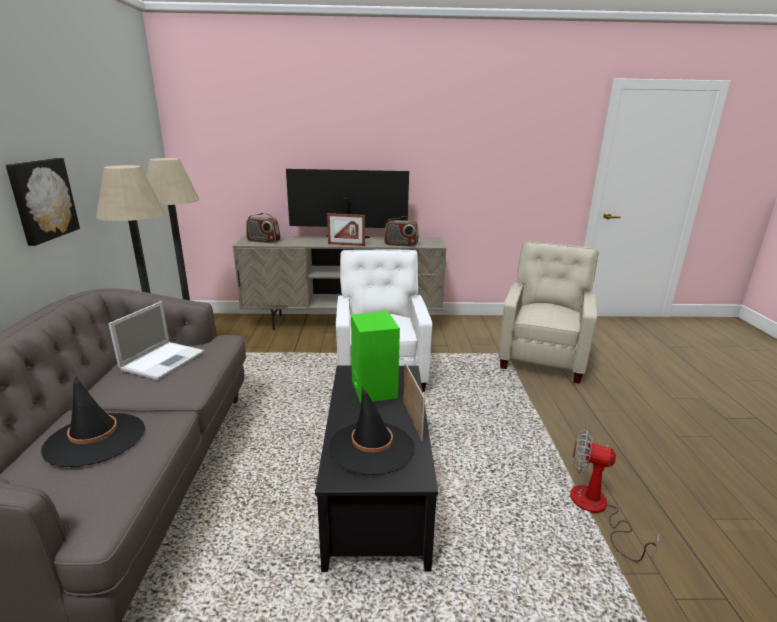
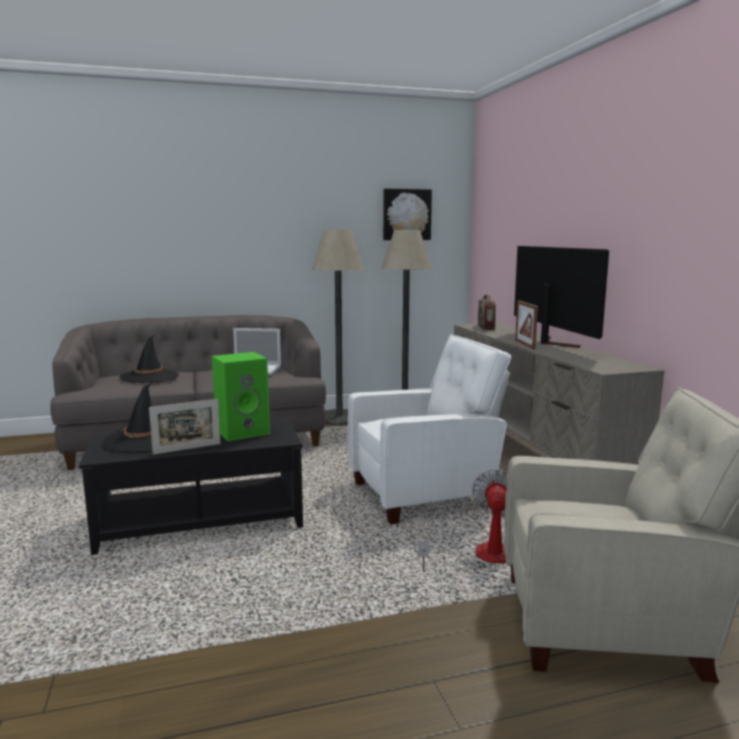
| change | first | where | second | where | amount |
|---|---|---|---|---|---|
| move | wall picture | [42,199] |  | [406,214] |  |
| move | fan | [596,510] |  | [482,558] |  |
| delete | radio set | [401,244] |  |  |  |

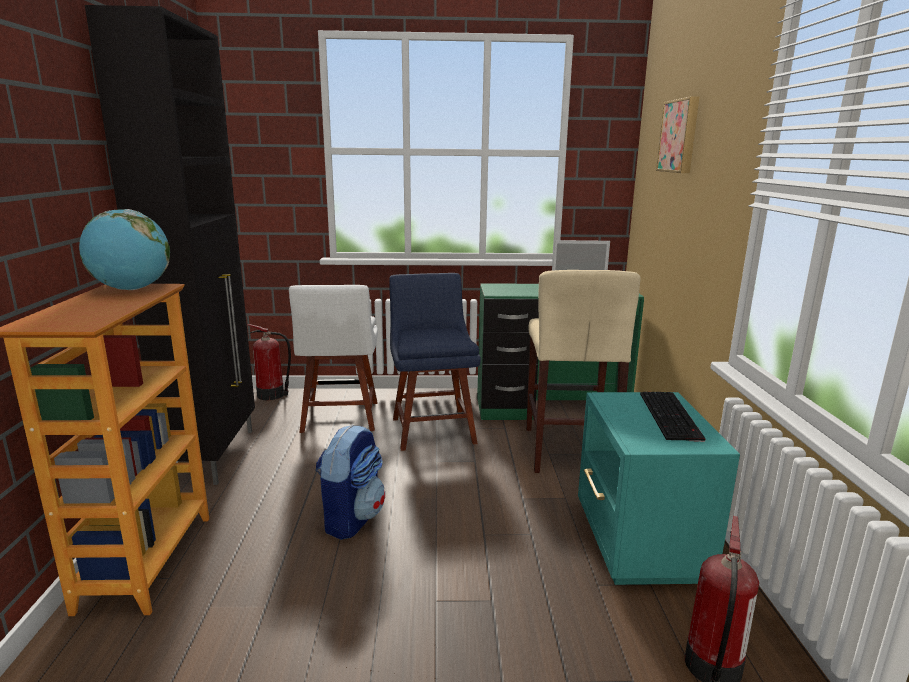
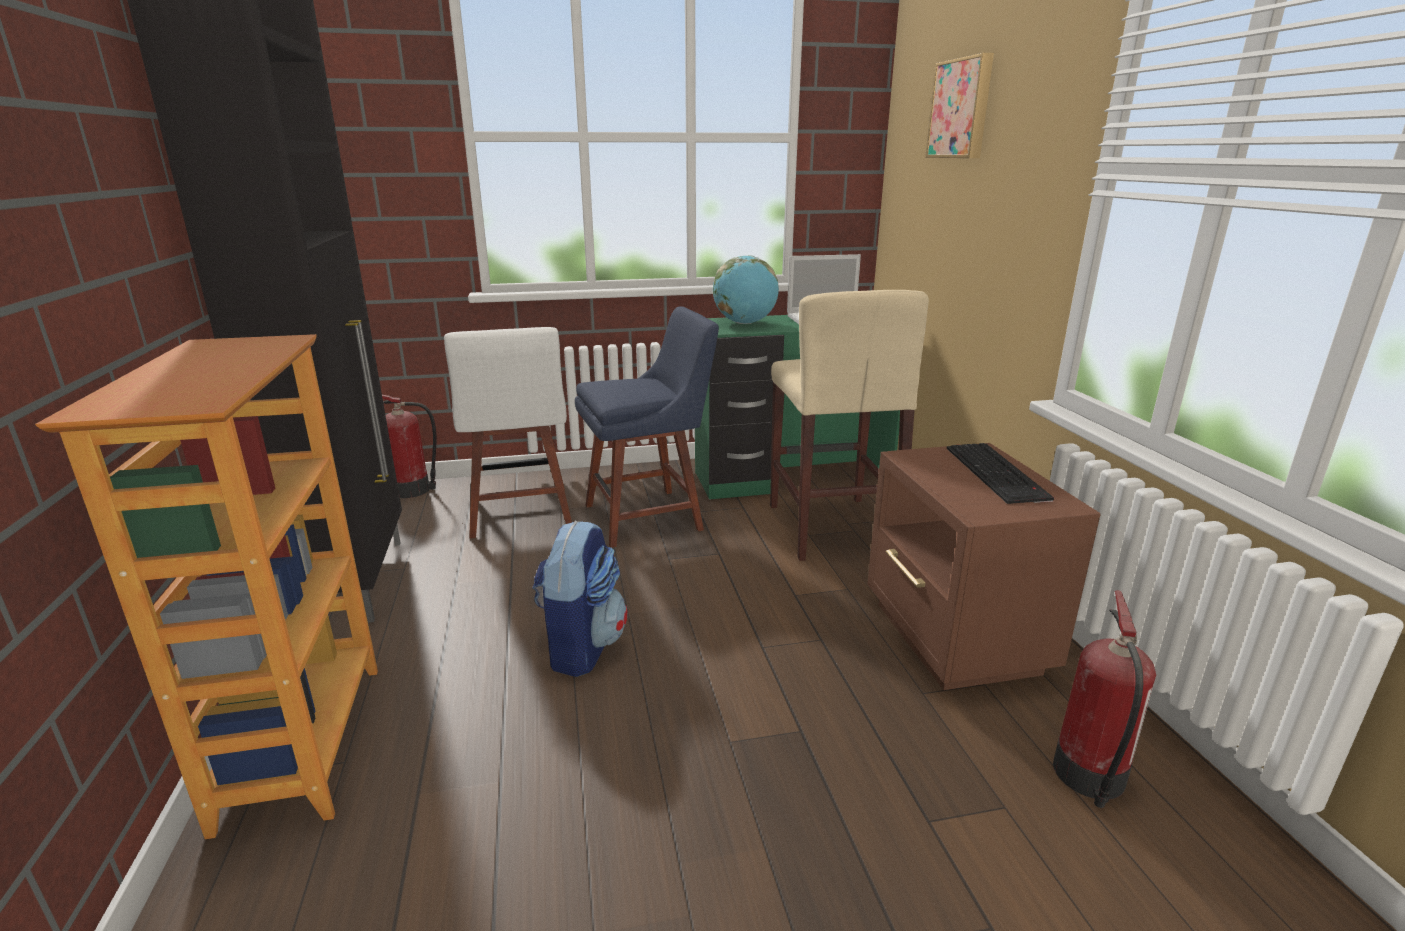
| change | first | where | second | where | amount |
|---|---|---|---|---|---|
| rotate | upright chair (blue) | [432,428] |  | [649,516] | 90 degrees clockwise |
| move | globe | [132,289] |  | [745,323] |  |
| recolor | nightstand (turquoise) | [637,546] | nightstand (brown-coloured) | [954,639] |  |

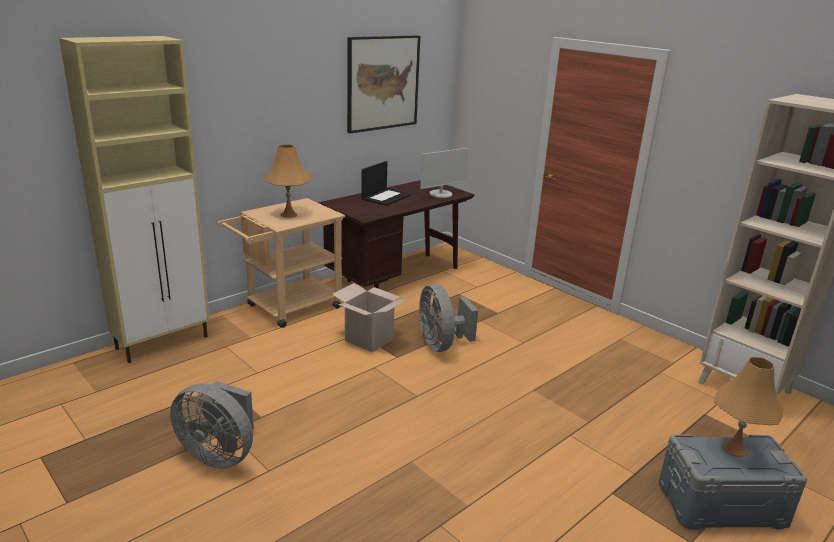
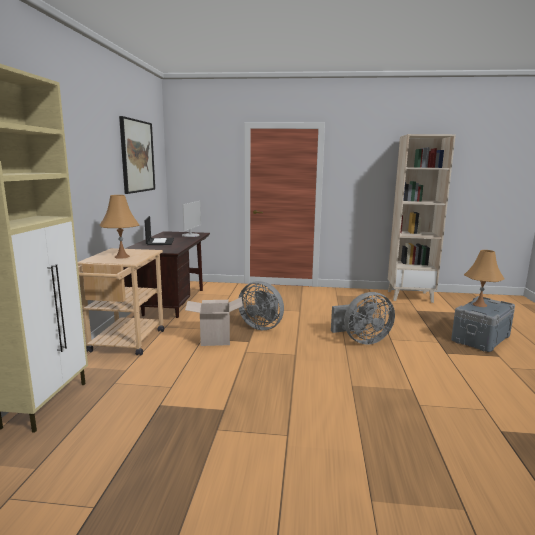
| change | first | where | second | where | amount |
|---|---|---|---|---|---|
| move | fan (grey) | [220,454] |  | [362,340] |  |

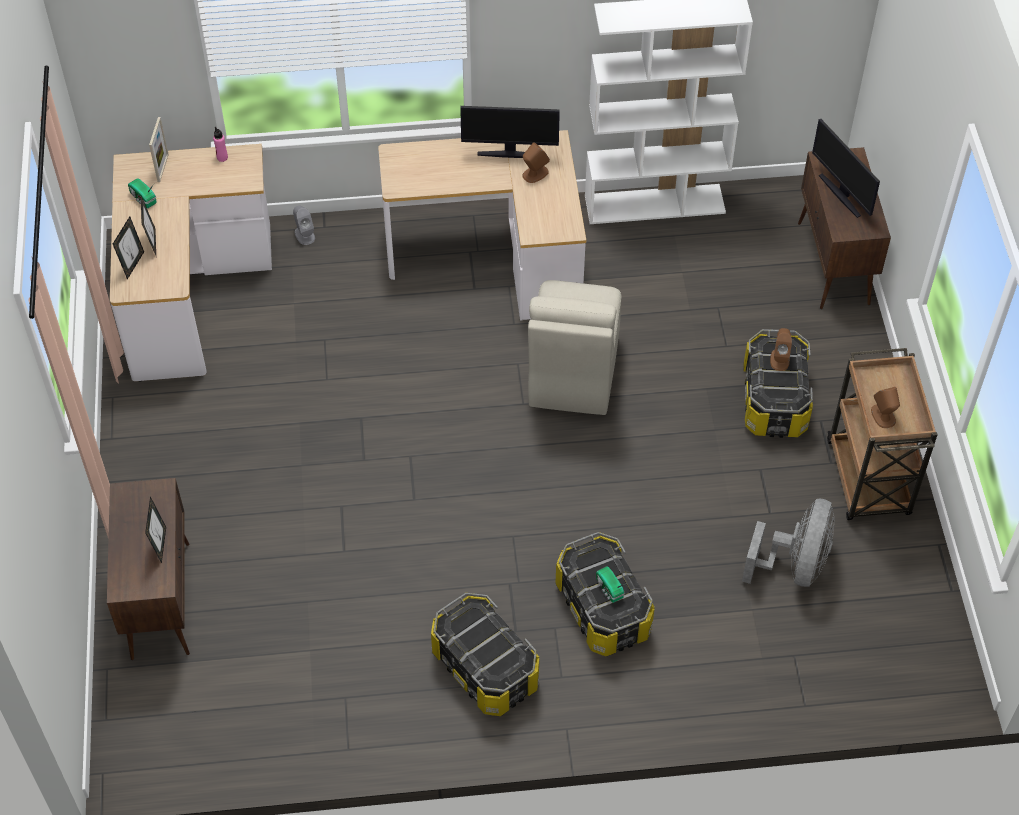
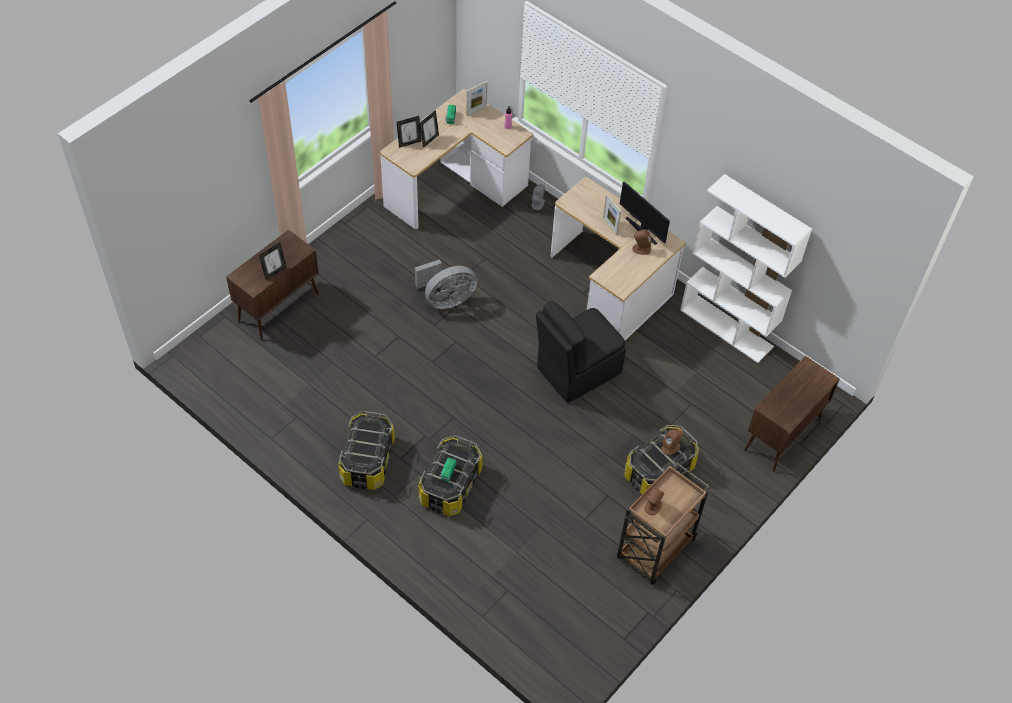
| change | first | where | second | where | amount |
|---|---|---|---|---|---|
| move | fan (grey) | [794,565] |  | [446,299] |  |
| recolor | upright chair (sand-coloured) | [572,374] | upright chair (black-coloured) | [576,371] |  |
| insert |  |  | photo frame | [610,226] |  |
| delete | computer display | [841,195] |  |  |  |

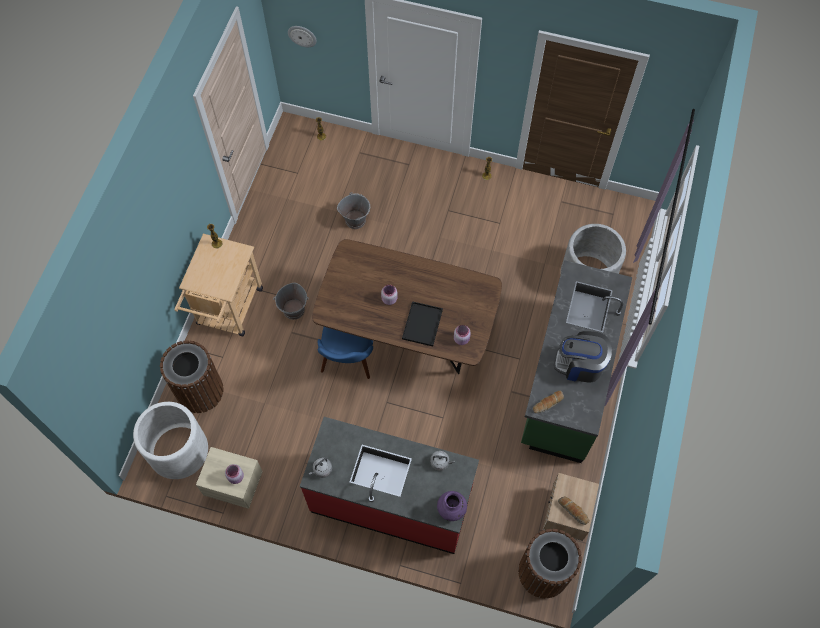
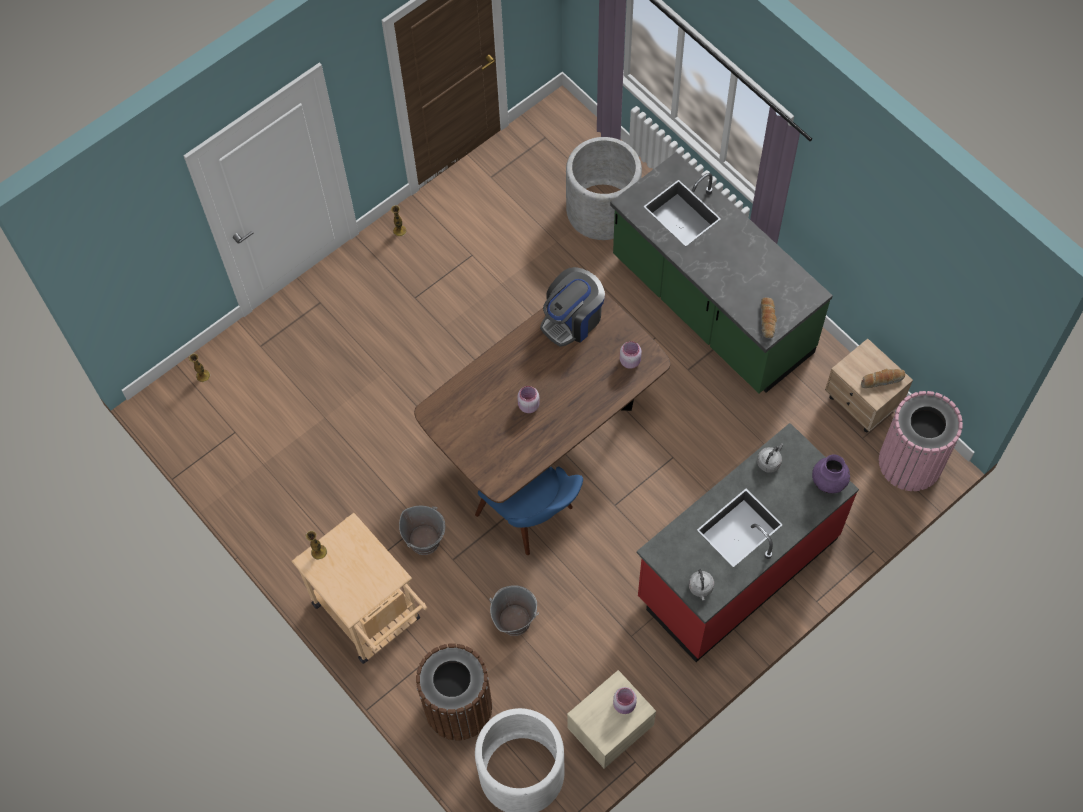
| change | first | where | second | where | amount |
|---|---|---|---|---|---|
| move | water bucket (grey) | [355,220] |  | [514,620] |  |
| move | coffee brewer | [580,365] |  | [572,319] |  |
| recolor | trash can (brown-coloured) | [543,572] | trash can (pinkish) | [910,462] |  |
| delete | wall clock | [302,35] |  |  |  |
| delete | serving tray (black-coloured) | [422,325] |  |  |  |

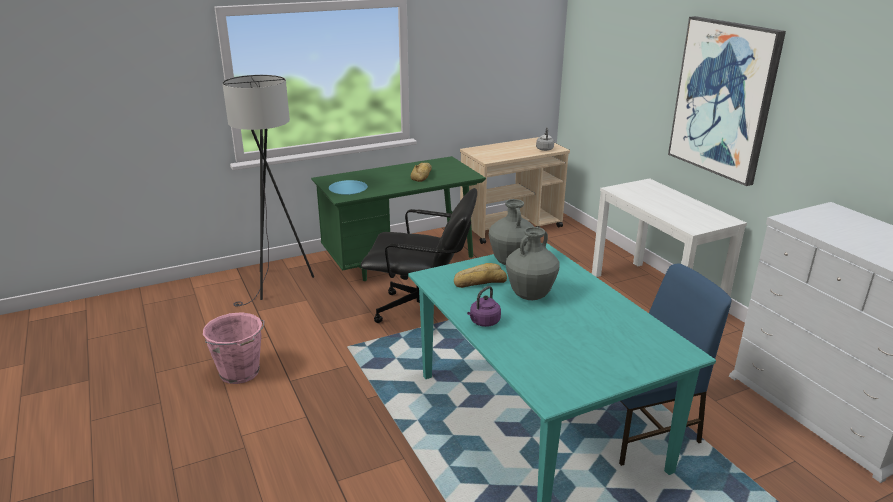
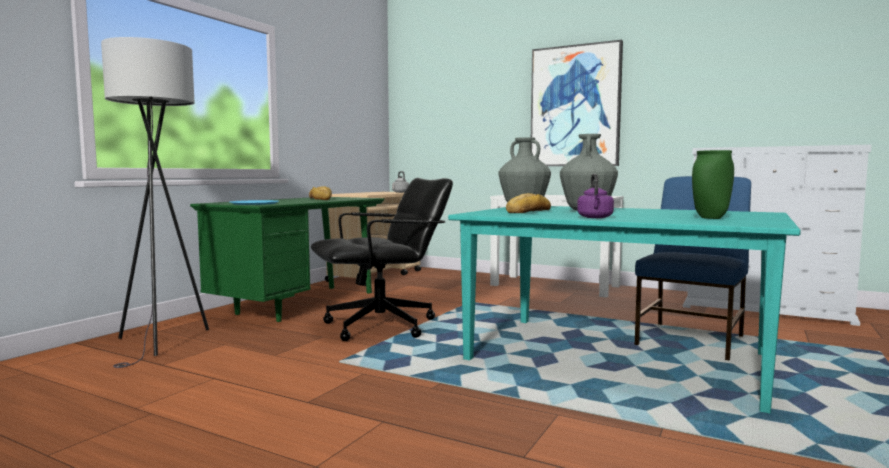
| change | first | where | second | where | amount |
|---|---|---|---|---|---|
| insert |  |  | vase (green-coloured) | [711,218] |  |
| delete | water bucket (pinkish) | [240,373] |  |  |  |

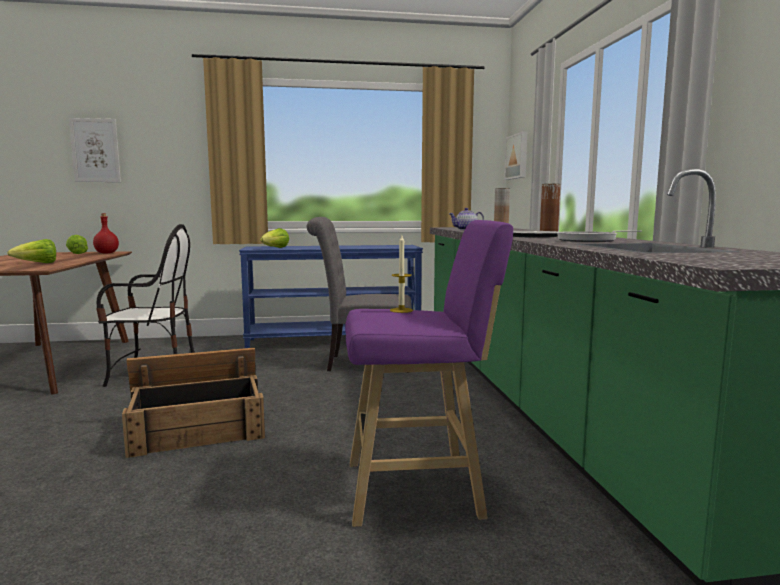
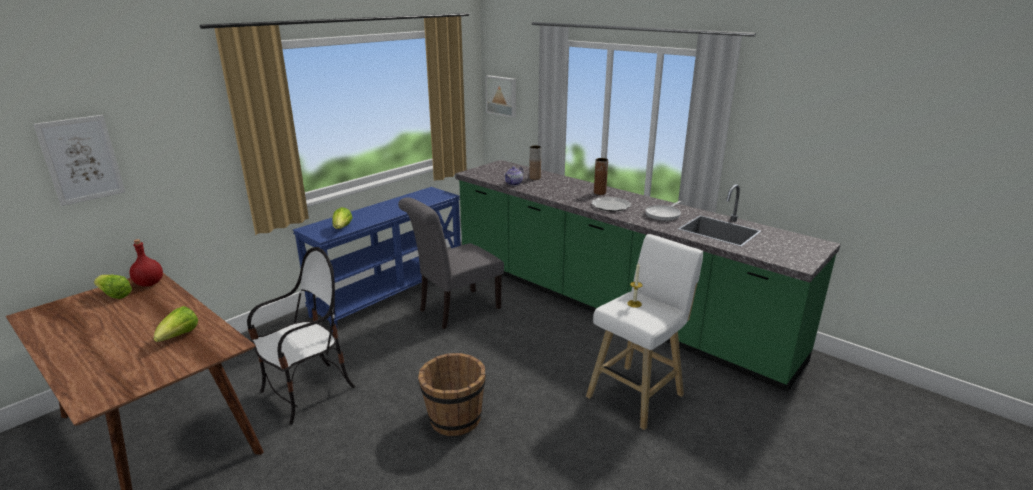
| change | first | where | second | where | amount |
|---|---|---|---|---|---|
| replace | packing crate | [198,427] | water bucket (brown-coloured) | [454,419] |  |
| recolor | stool (purplish) | [420,489] | stool (white-coloured) | [637,394] |  |

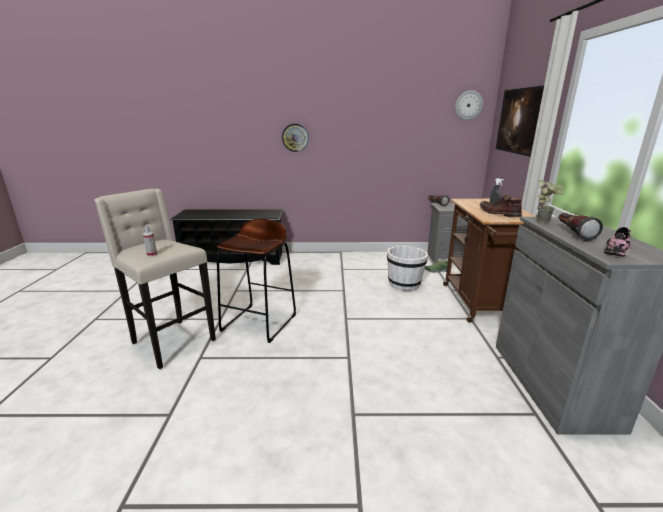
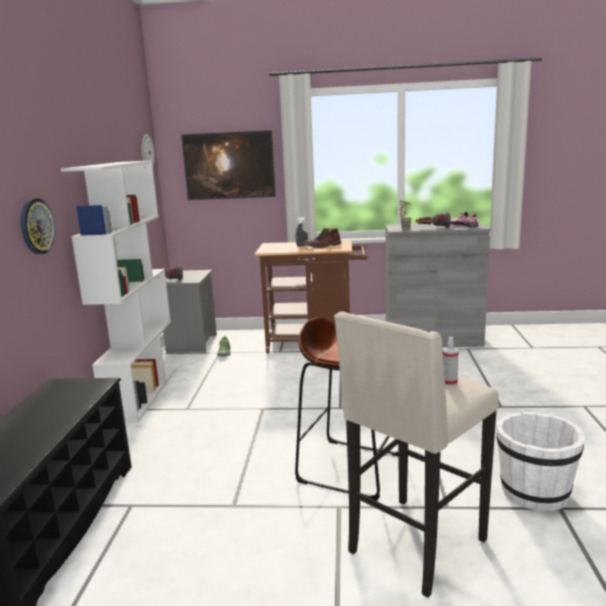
| change | first | where | second | where | amount |
|---|---|---|---|---|---|
| insert |  |  | shelving unit (white-coloured) | [142,393] |  |
| move | water bucket (white-coloured) | [404,284] |  | [534,492] |  |

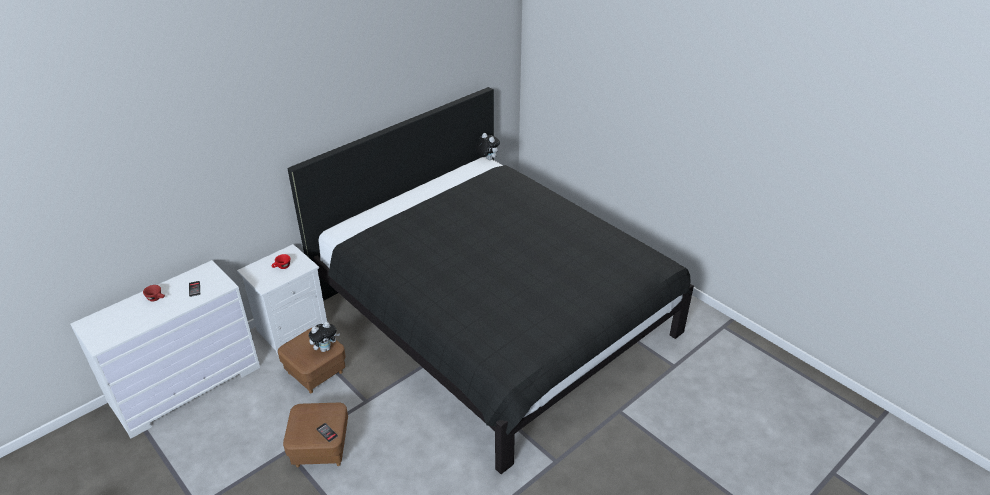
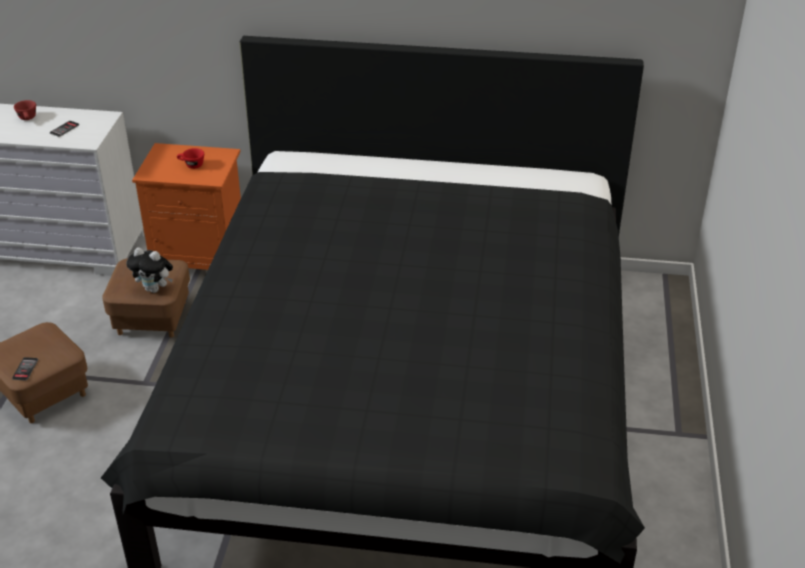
| change | first | where | second | where | amount |
|---|---|---|---|---|---|
| recolor | nightstand (white-coloured) | [292,328] | nightstand (orange) | [202,259] |  |
| delete | soft toy | [487,159] |  |  |  |

